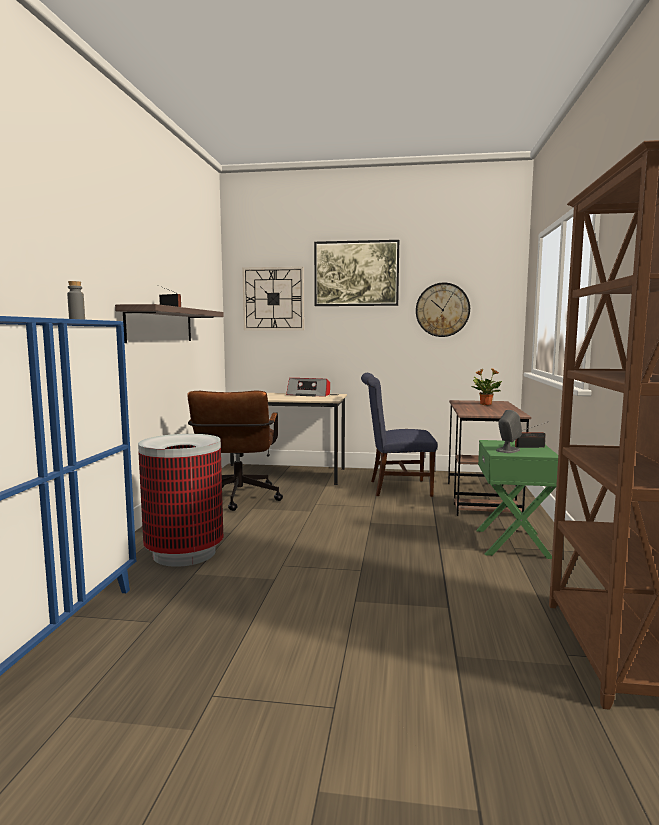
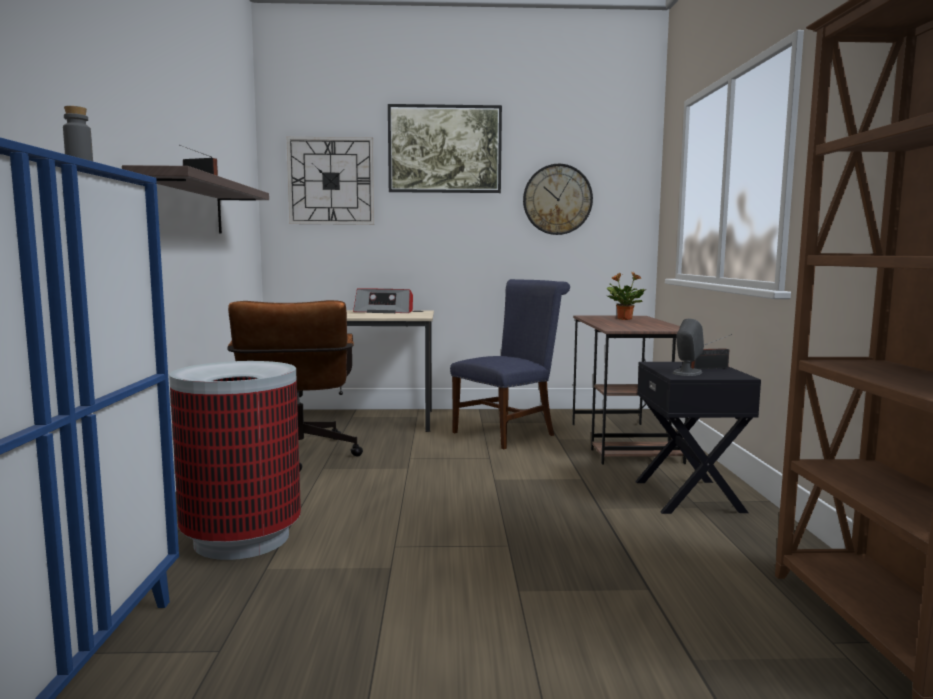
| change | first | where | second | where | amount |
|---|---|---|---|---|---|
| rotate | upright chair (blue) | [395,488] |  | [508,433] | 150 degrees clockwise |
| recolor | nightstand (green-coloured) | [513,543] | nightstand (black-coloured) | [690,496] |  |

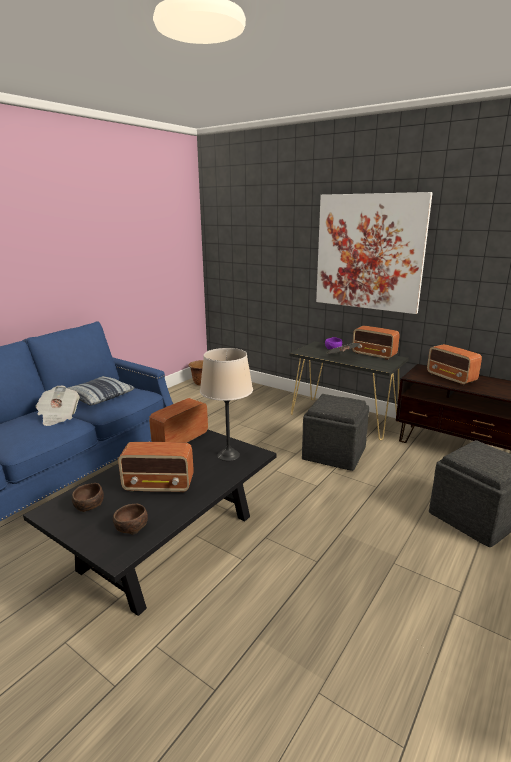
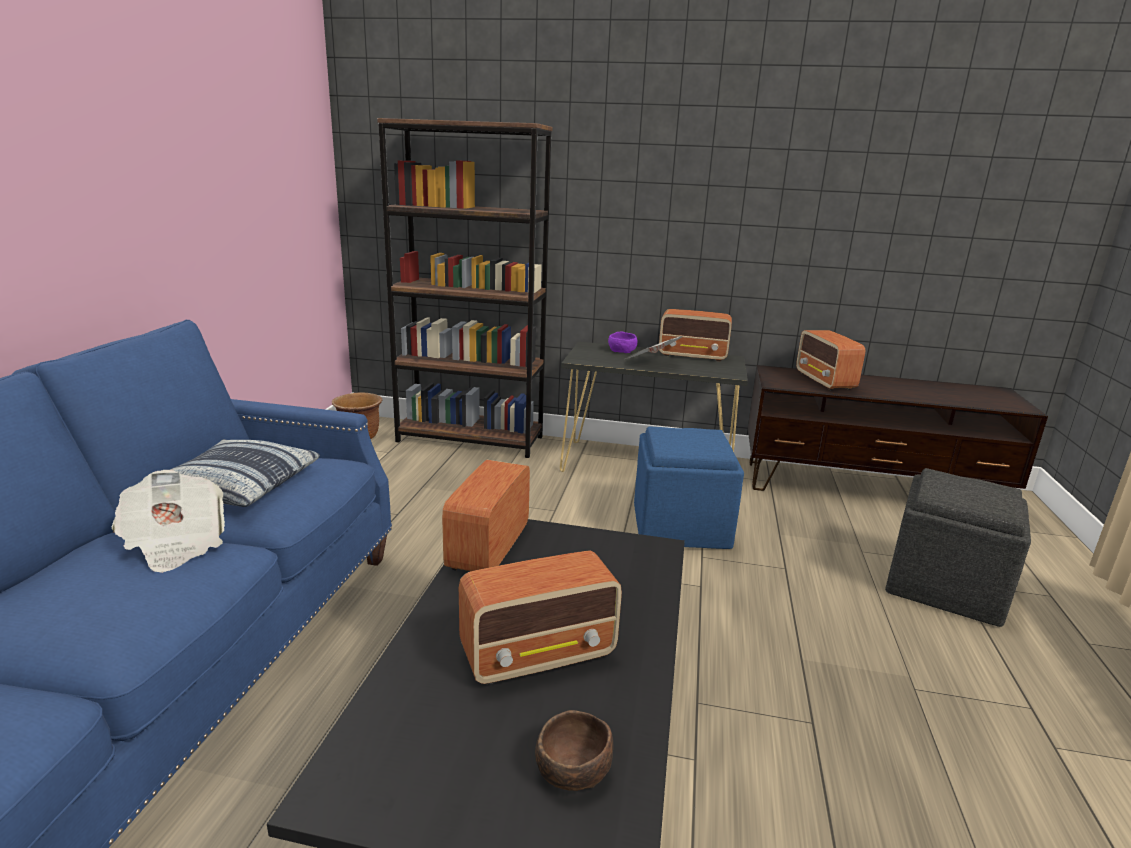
| change | first | where | second | where | amount |
|---|---|---|---|---|---|
| insert |  |  | shelving unit (brown-coloured) | [470,439] |  |
| recolor | ottoman (grey) | [333,453] | ottoman (blue) | [679,526] |  |
| rotate | radio set | [451,378] |  | [825,381] | 45 degrees clockwise |
| delete | bowl (brown-coloured) | [88,505] |  |  |  |
| delete | lamp for a table (sand-coloured) | [228,455] |  |  |  |
| delete | wall picture | [369,252] |  |  |  |

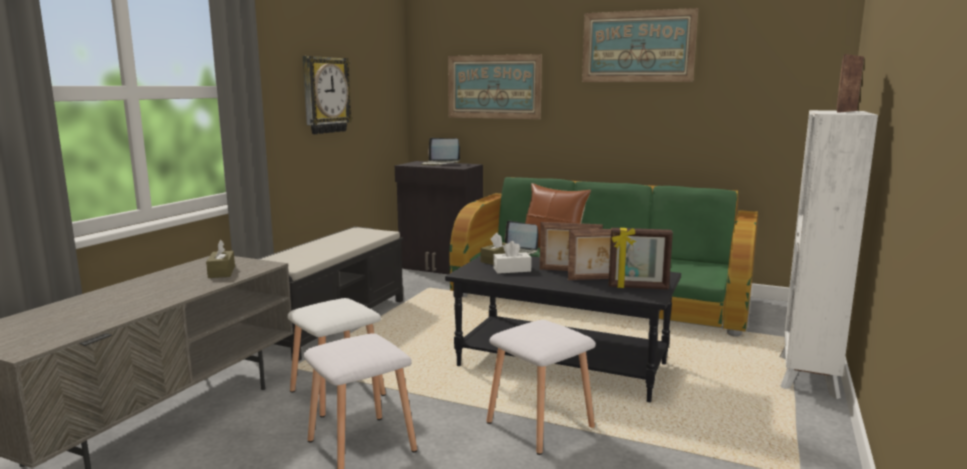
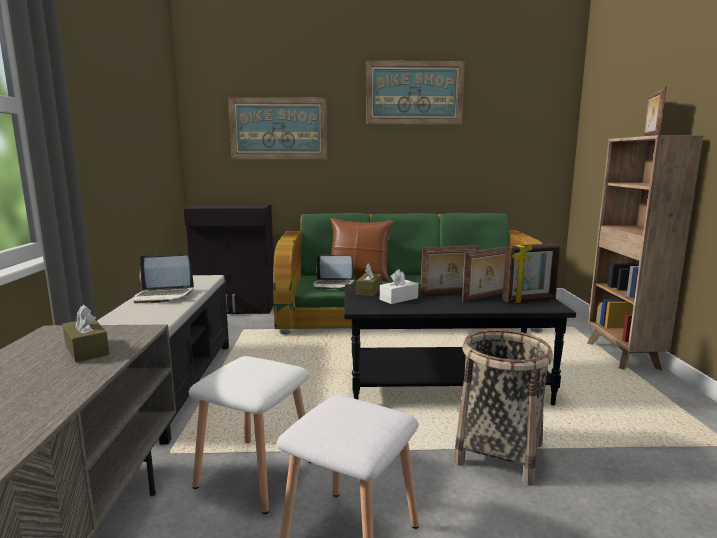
| change | first | where | second | where | amount |
|---|---|---|---|---|---|
| move | portable computer | [440,164] |  | [163,296] |  |
| replace | stool (white-coloured) | [541,425] | household basket | [499,454] |  |
| recolor | shelving unit (white-coloured) | [807,377] | shelving unit (brown-coloured) | [623,356] |  |
| delete | wall clock | [325,95] |  |  |  |

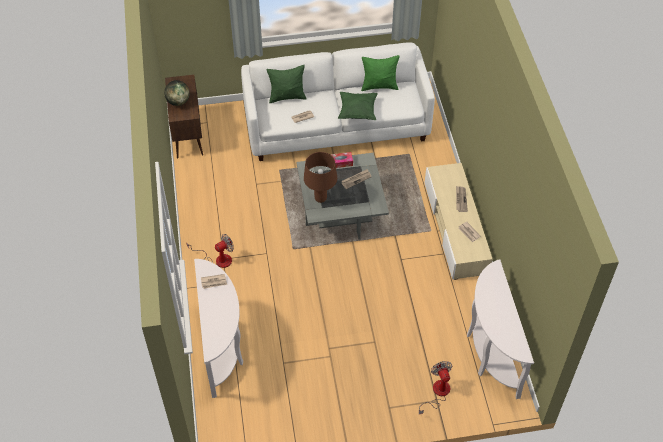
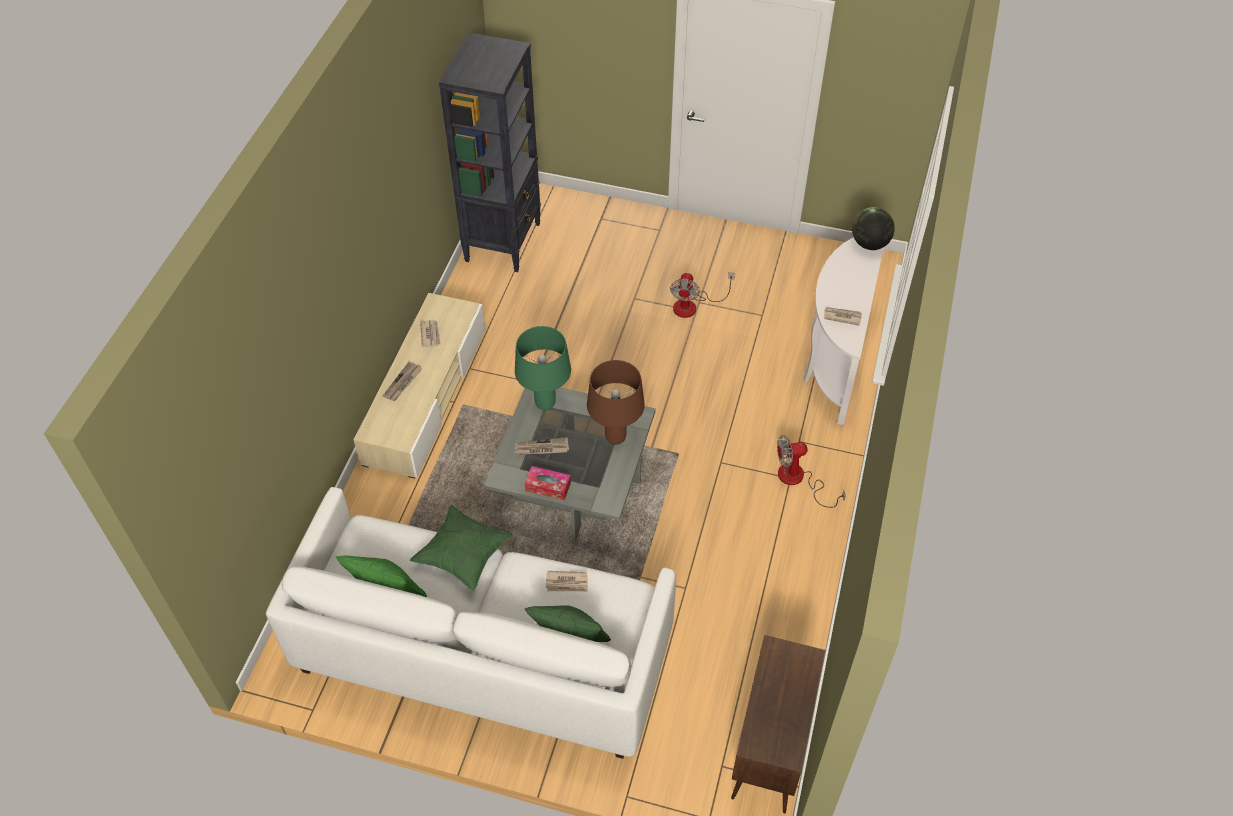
| change | first | where | second | where | amount |
|---|---|---|---|---|---|
| replace | hall table (white-coloured) | [490,351] | shelving unit (black-coloured) | [503,241] |  |
| insert |  |  | lamp for a table (green-coloured) | [545,403] |  |
| move | fan | [437,393] |  | [692,305] |  |
| move | globe | [178,102] |  | [870,244] |  |

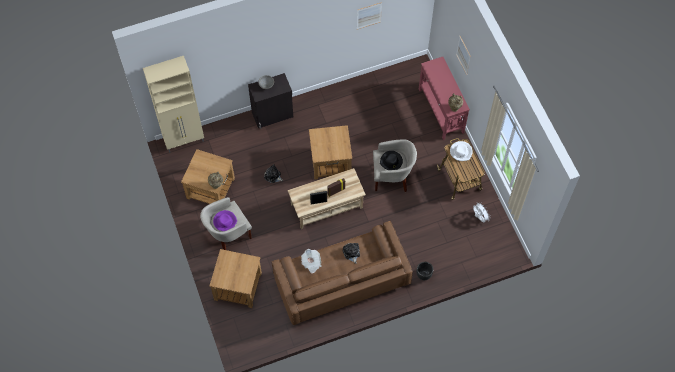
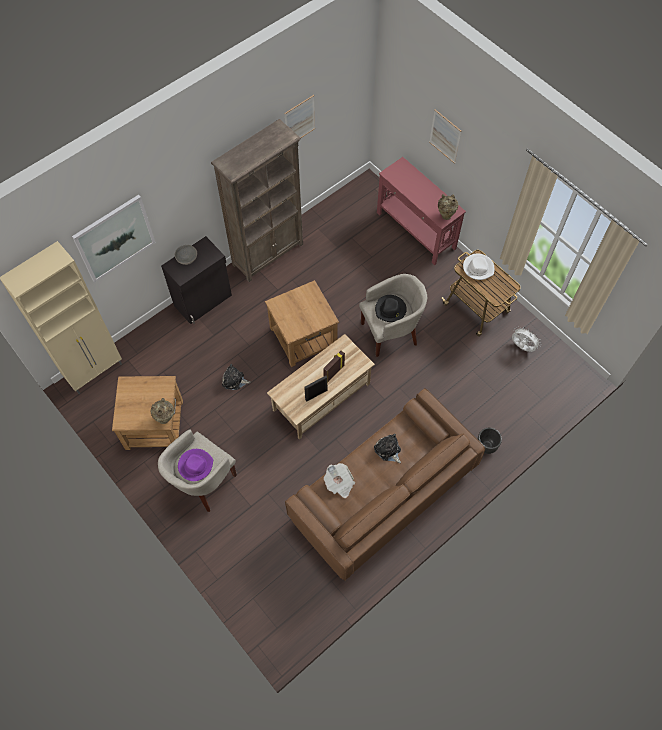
| change | first | where | second | where | amount |
|---|---|---|---|---|---|
| insert |  |  | wall picture | [114,238] |  |
| insert |  |  | shelving unit (brown-coloured) | [268,254] |  |
| delete | accent table (brown-coloured) | [238,286] |  |  |  |

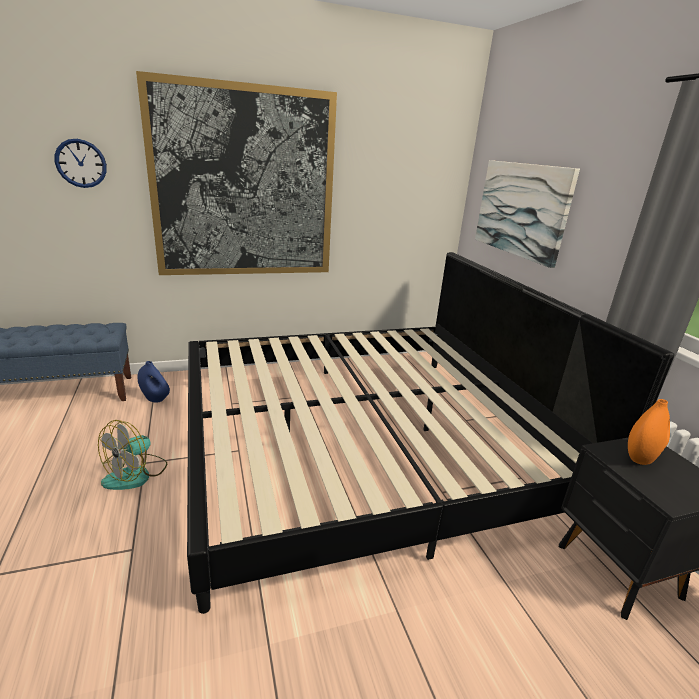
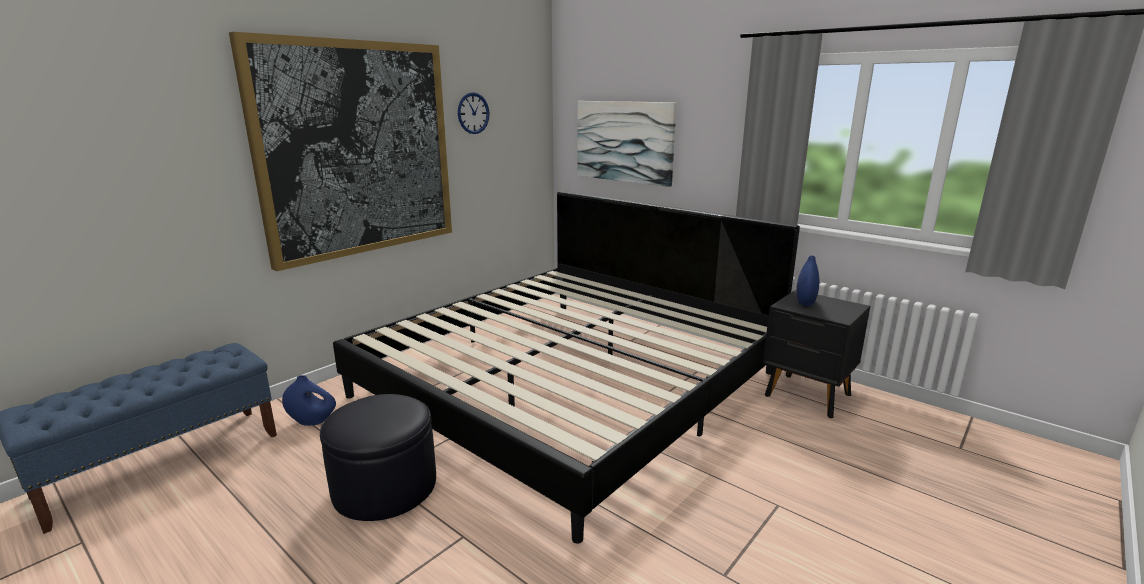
| change | first | where | second | where | amount |
|---|---|---|---|---|---|
| replace | fan | [136,474] | ottoman (black-coloured) | [385,486] |  |
| move | wall clock | [81,163] |  | [473,113] |  |
| recolor | vase (orange) | [641,457] | vase (blue) | [805,302] |  |

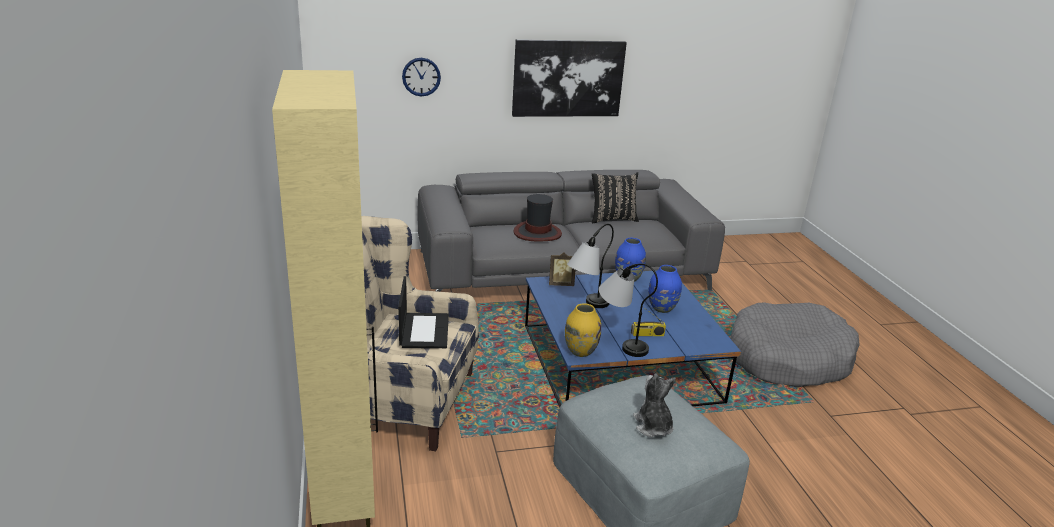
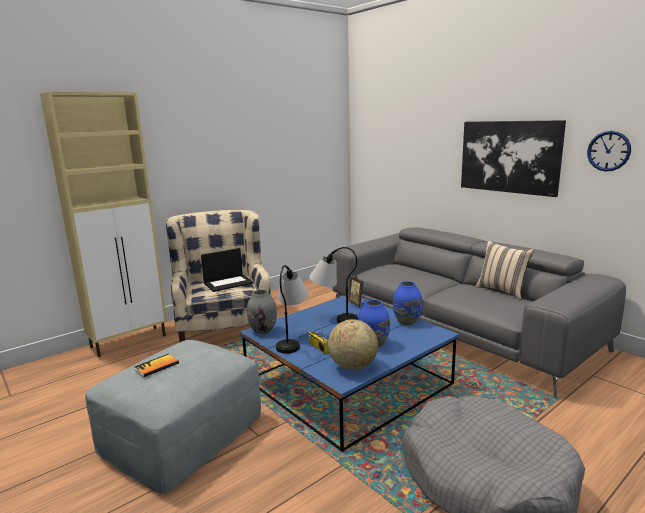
| change | first | where | second | where | amount |
|---|---|---|---|---|---|
| replace | soft toy | [653,426] | volume | [157,366] |  |
| recolor | vase (yellow-coloured) | [580,351] | vase (grey) | [263,330] |  |
| insert |  |  | globe | [352,366] |  |
| recolor | cushion (black-coloured) | [612,219] | cushion (sand-coloured) | [502,290] |  |
| move | wall clock | [421,77] |  | [608,151] |  |
| delete | clothing hat | [537,233] |  |  |  |

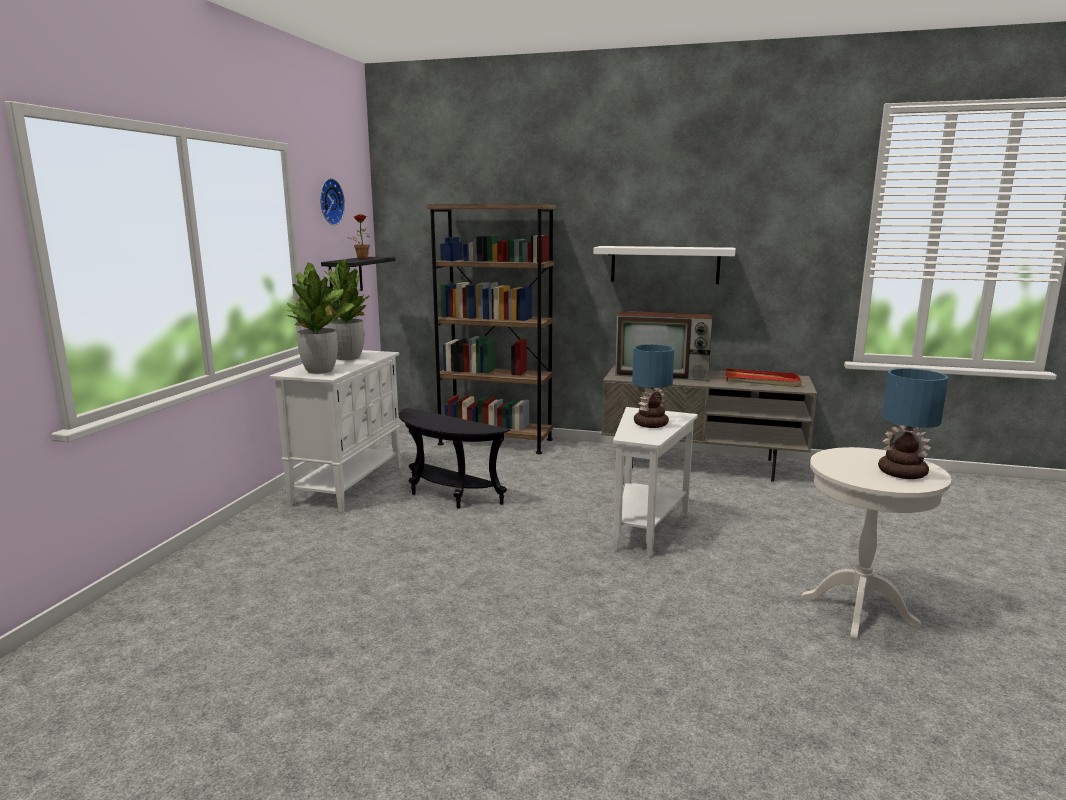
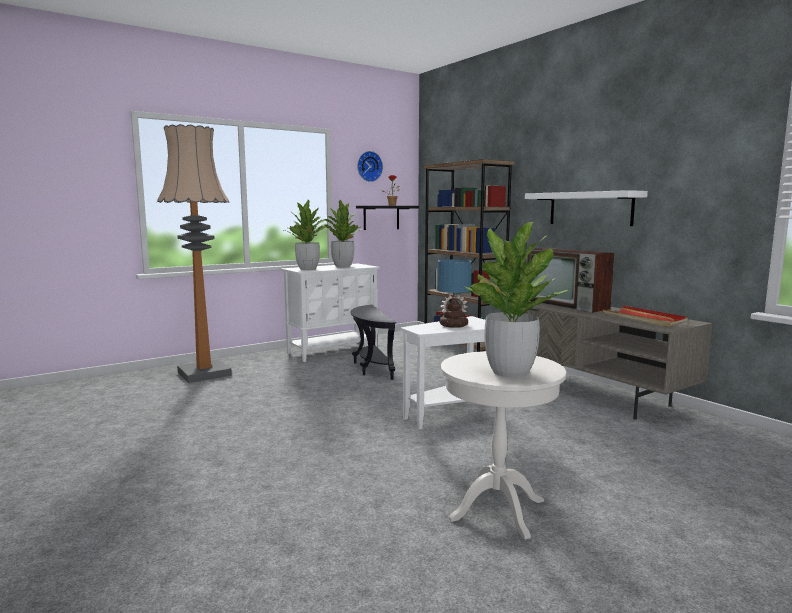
| change | first | where | second | where | amount |
|---|---|---|---|---|---|
| insert |  |  | floor lamp | [204,374] |  |
| replace | lamp for a table | [904,473] | houseplant | [509,372] |  |

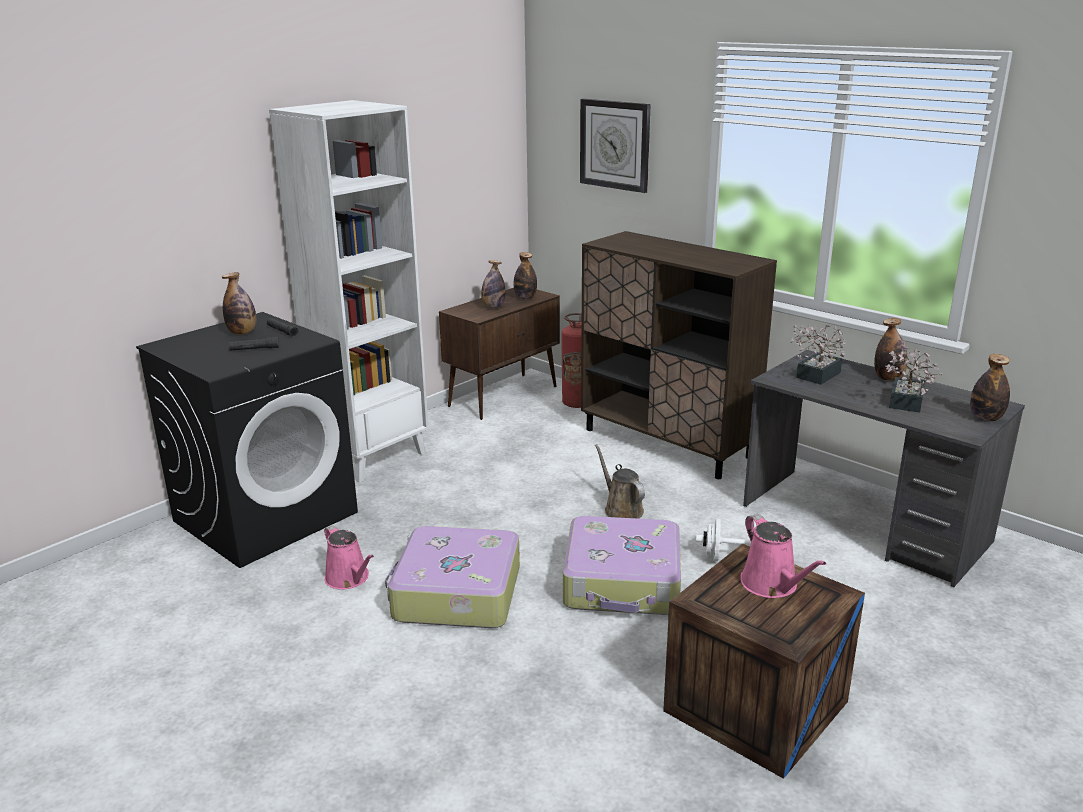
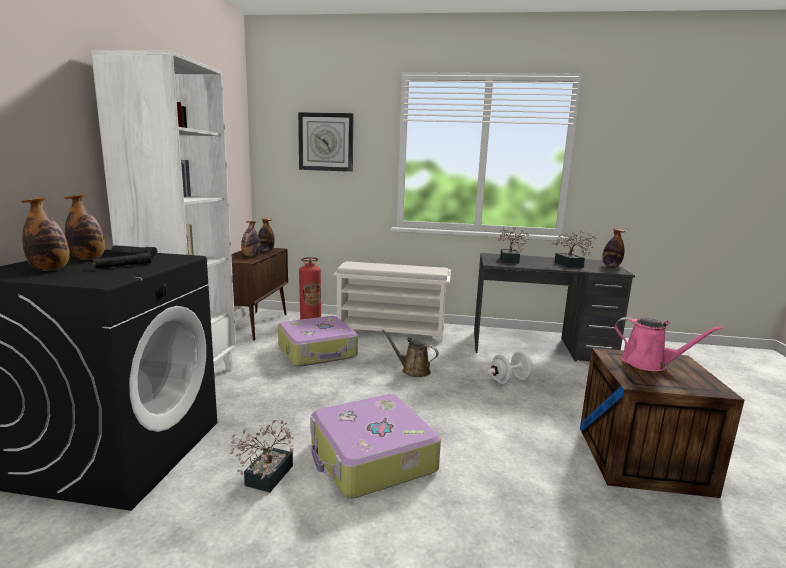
| change | first | where | second | where | amount |
|---|---|---|---|---|---|
| move | beverage bottle | [888,378] |  | [50,269] |  |
| replace | sprinkling can (pinkish) | [349,579] | houseplant | [265,479] |  |
| move | travel case | [623,582] |  | [318,351] |  |
| replace | storage cabinet (brown-coloured) | [667,443] | shoe rack (white-coloured) | [392,331] |  |

